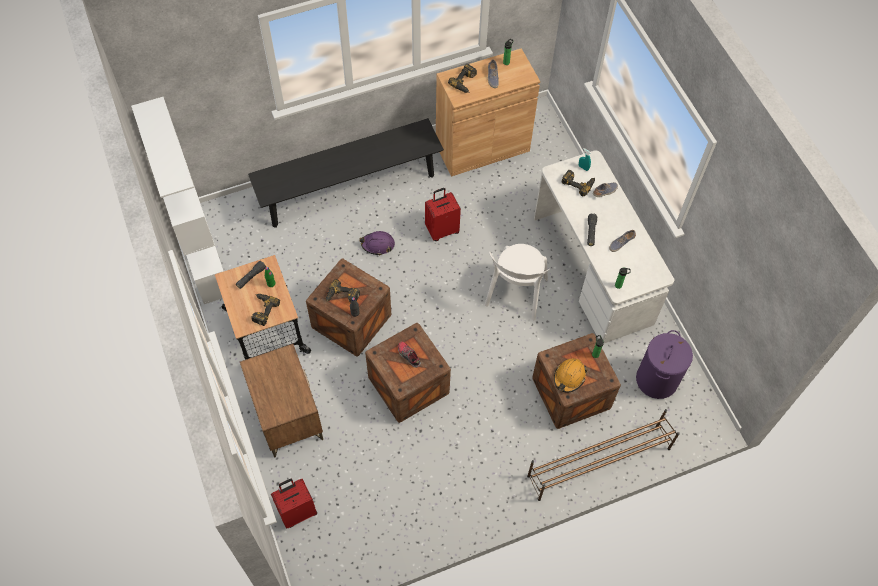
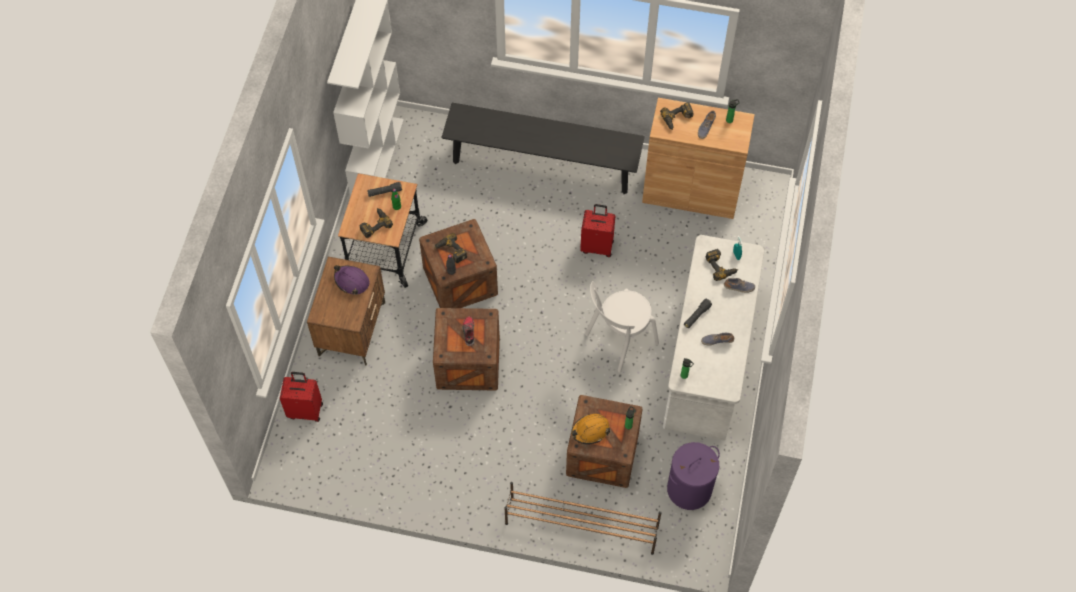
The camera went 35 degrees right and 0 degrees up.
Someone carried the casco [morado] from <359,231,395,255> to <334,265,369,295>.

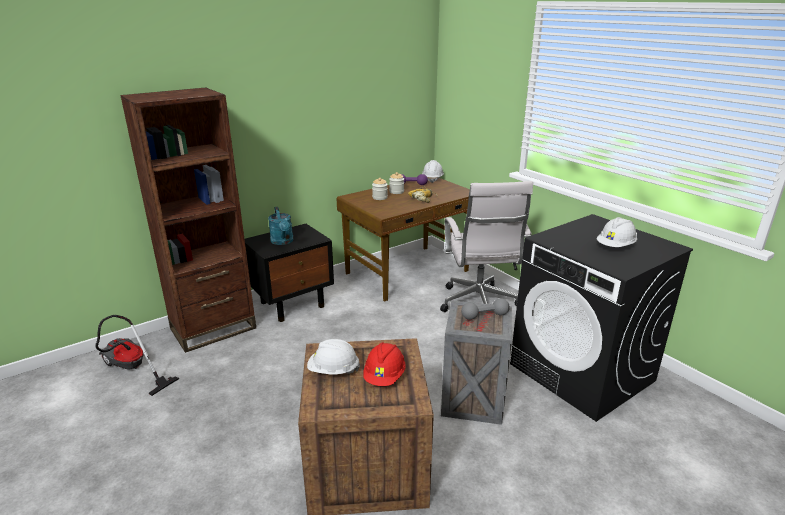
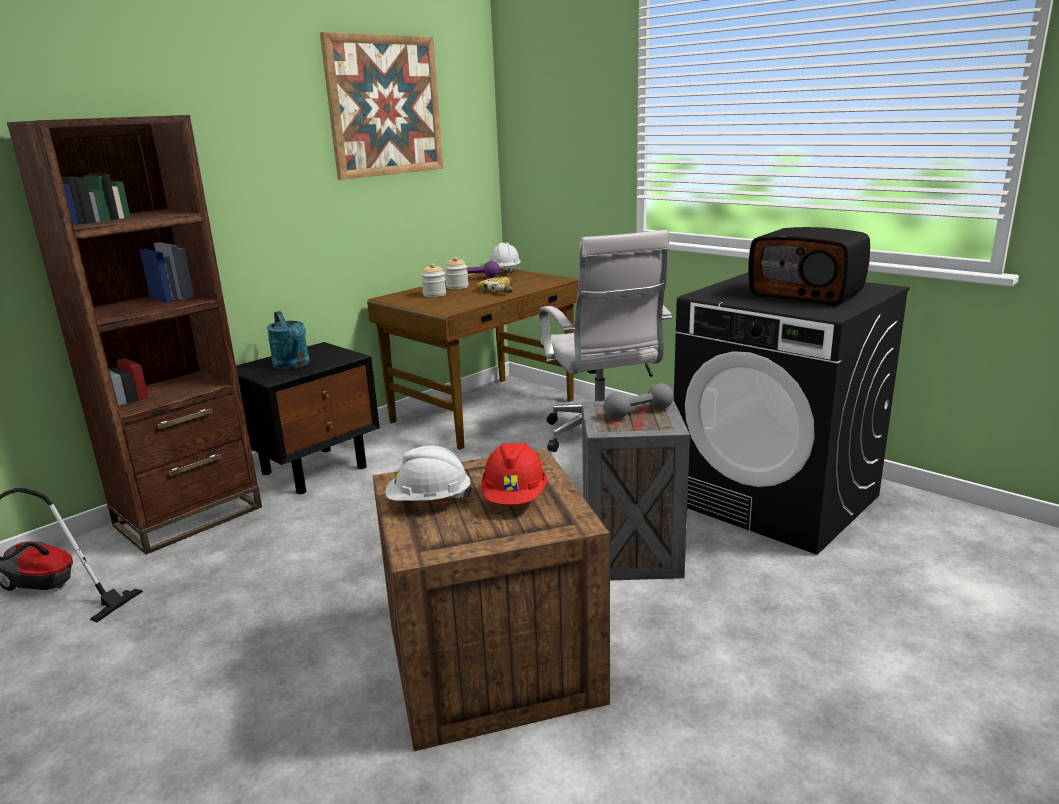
The camera went 10 degrees left and 5 degrees down.
Someone swapped the casco [blanco] at <596,217,637,247> for the radio at <748,227,870,306>.
Someone put up the cuadro at <320,32,443,180>.

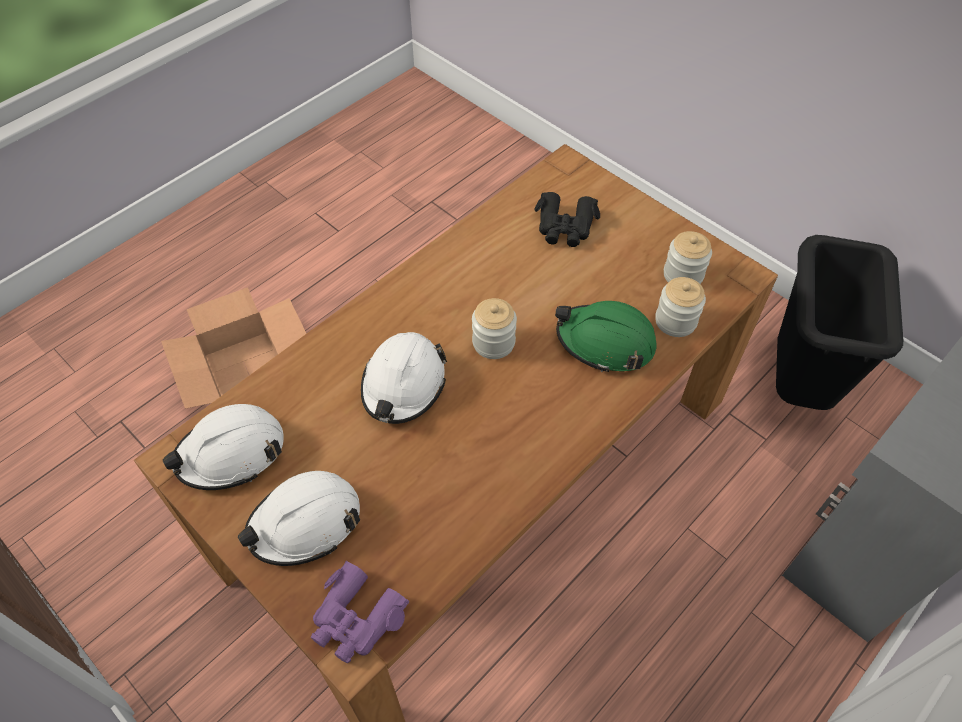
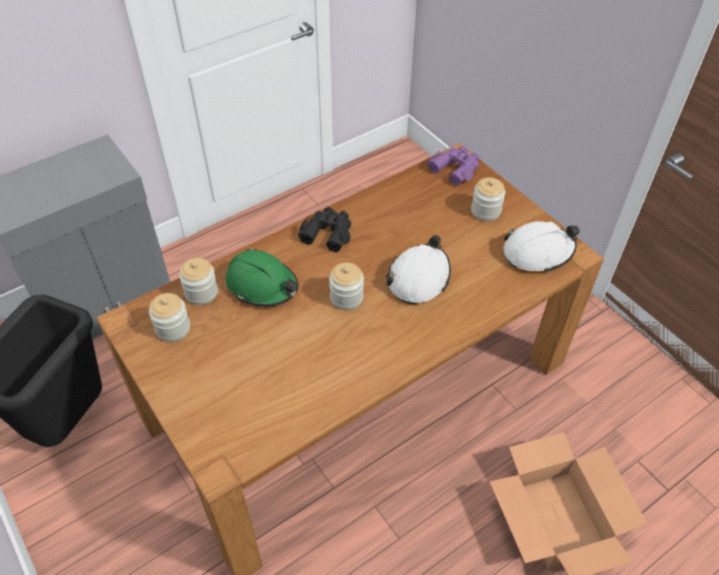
The camera went 170 degrees left and 5 degrees down.
Someone swapped the casco [blanco] at <238,471,360,566> for the tarro at <471,178,505,221>.
Someone carried the prismáticos [negro] from <534,192,600,247> to <298,207,351,252>.

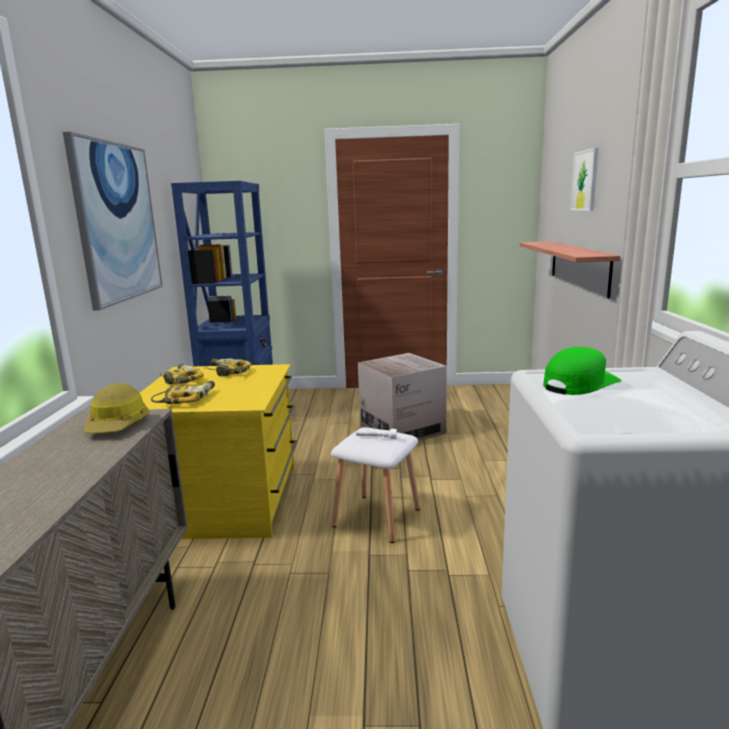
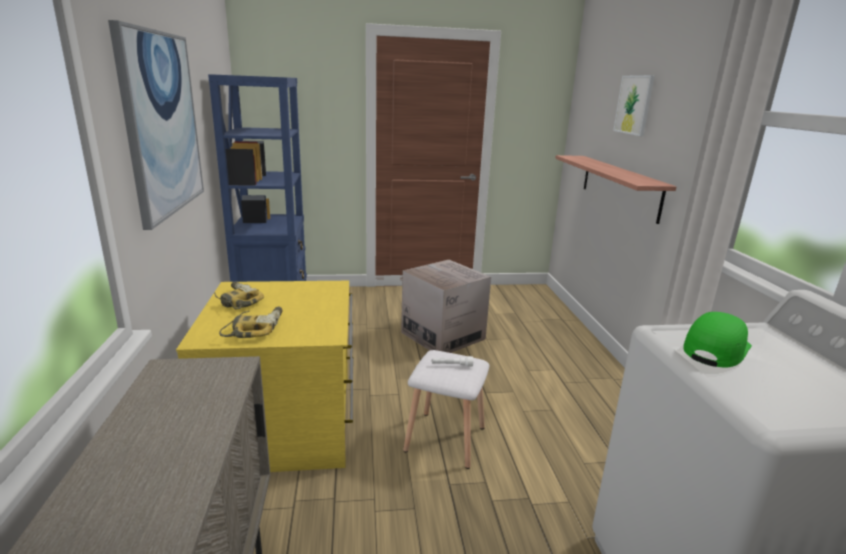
The camera went 10 degrees left and 5 degrees up.
Someone took away the casco at <83,383,149,433>.
Someone took away the taladro at <206,358,252,376>.

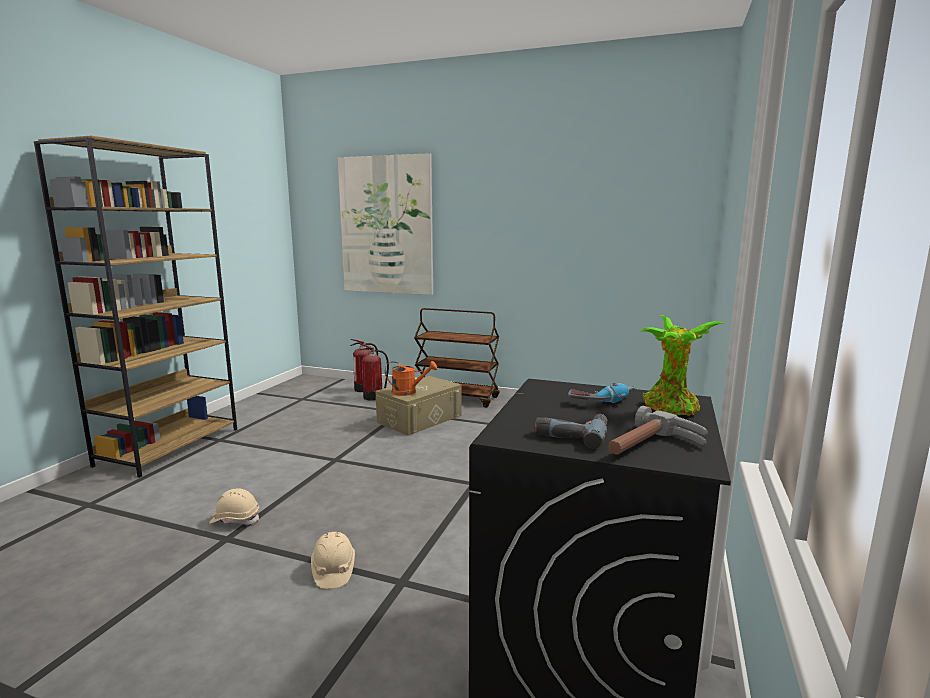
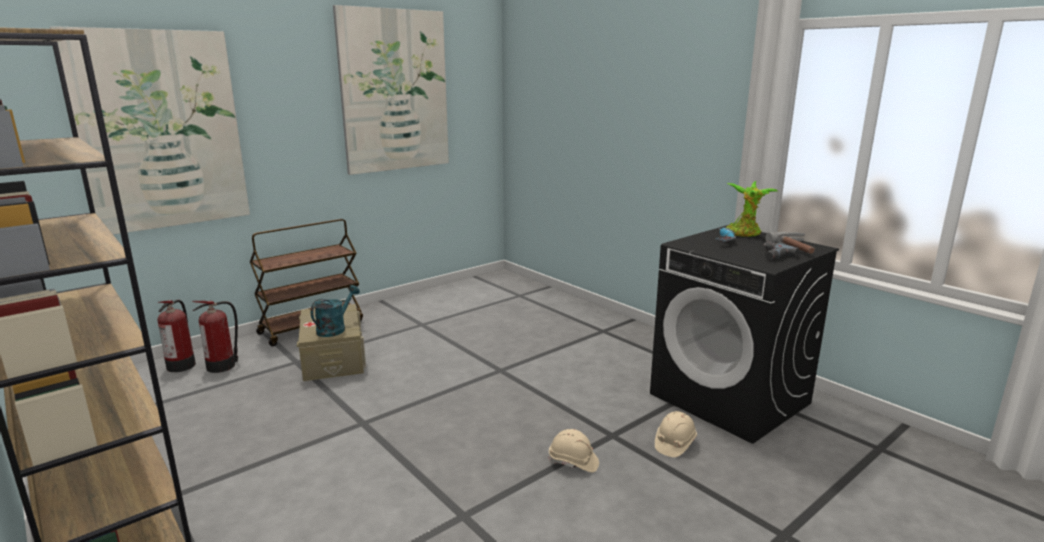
The camera went 60 degrees left and 5 degrees up.
Someone carried the casco [beis] from <209,488,260,525> to <655,411,697,457>.
Someone repainted the regadera [naranja] at <385,361,437,396>, which became the regadera [turquesa] at <310,285,360,337>.
Someone put up the cuadro at <333,5,449,175>.

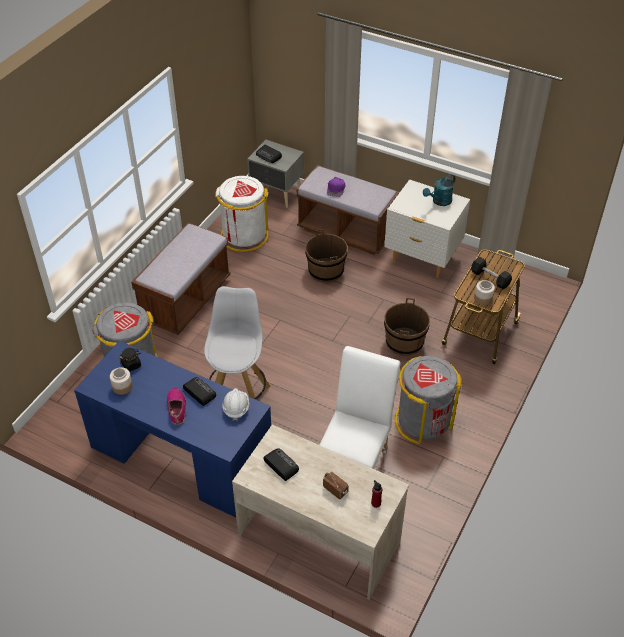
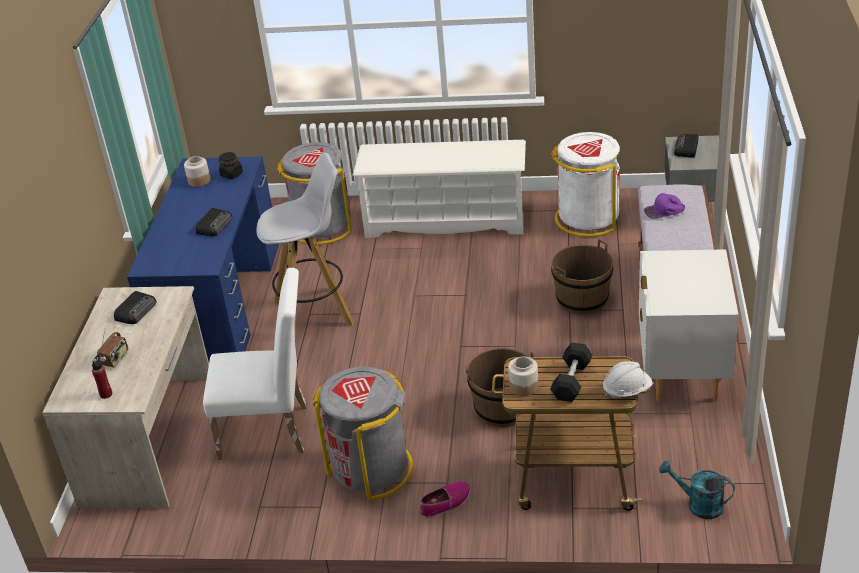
The camera went 70 degrees right and 10 degrees down.
Someone swapped the banco [marrón] at <131,223,231,335> for the zapatero [blanco] at <352,140,526,238>.
Someone carried the zapato from <167,388,186,425> to <420,481,471,519>.
Someone carried the casco [blanco] from <222,388,249,421> to <603,361,653,399>.
Someone carried the regadera [turquesa] from <423,174,455,206> to <659,461,735,519>.

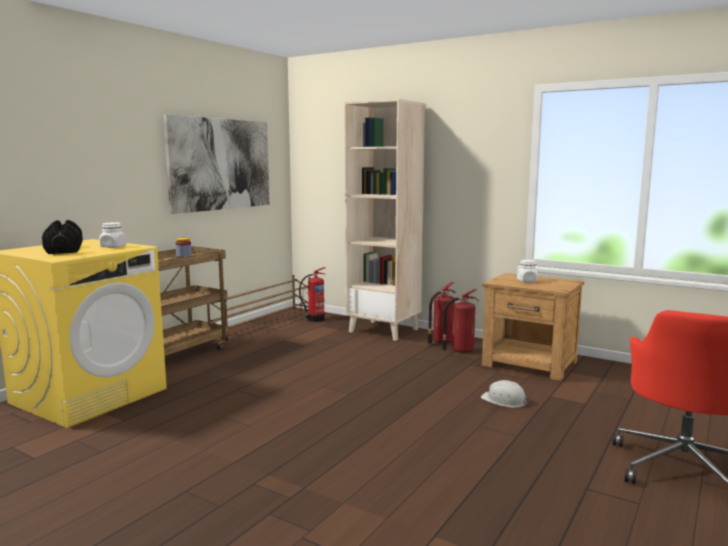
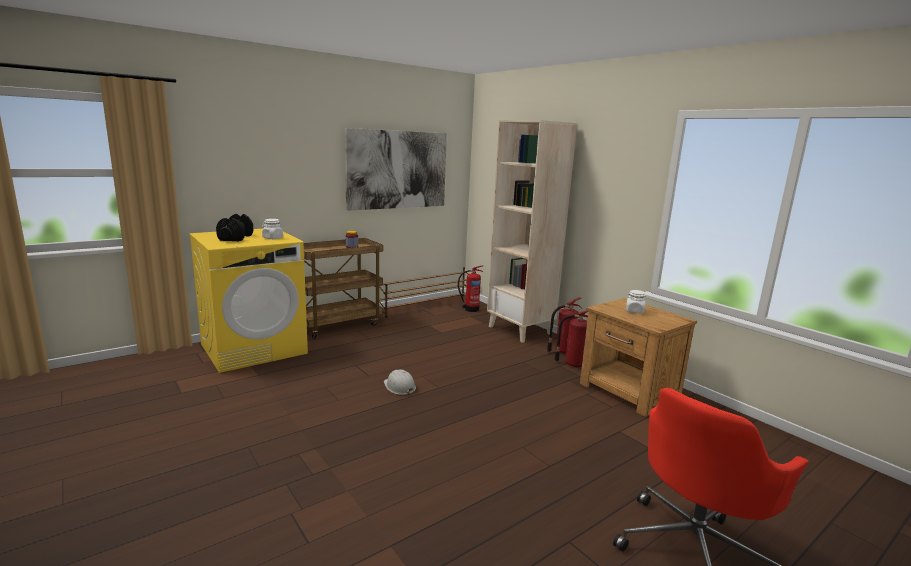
The camera went 20 degrees right and 5 degrees up.
Someone carried the casco [blanco] from <481,380,530,408> to <384,369,416,395>.

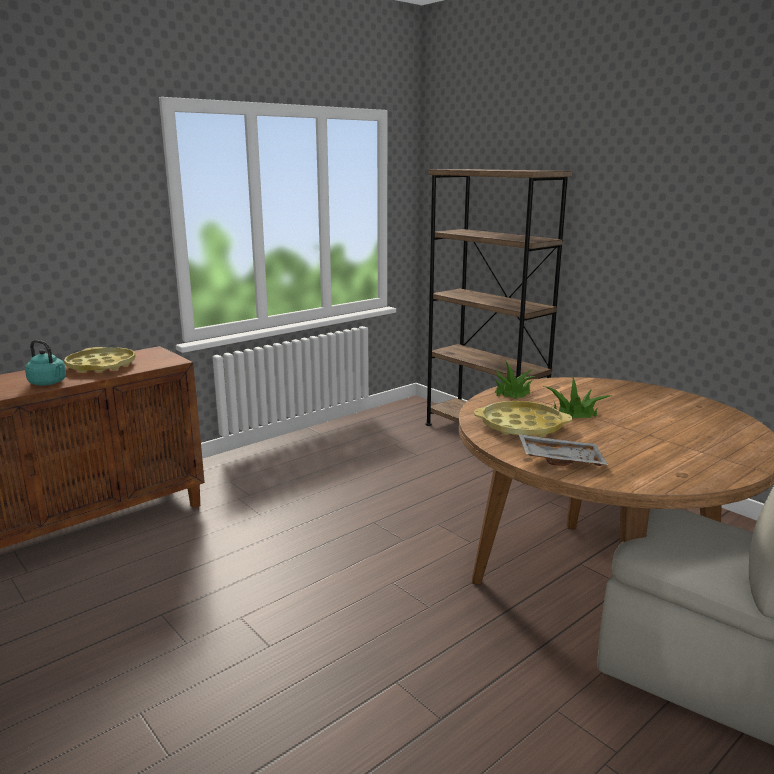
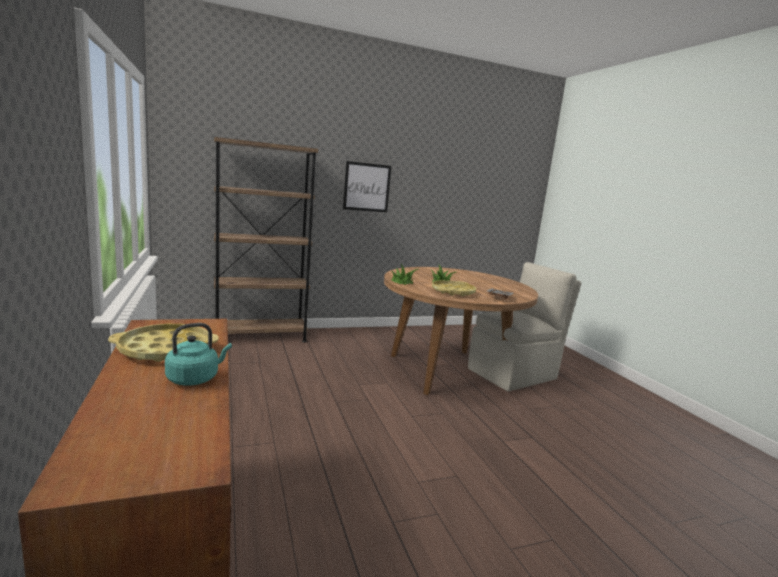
The camera went 70 degrees left and 5 degrees down.
Someone put up the cuadro at <343,161,392,212>.

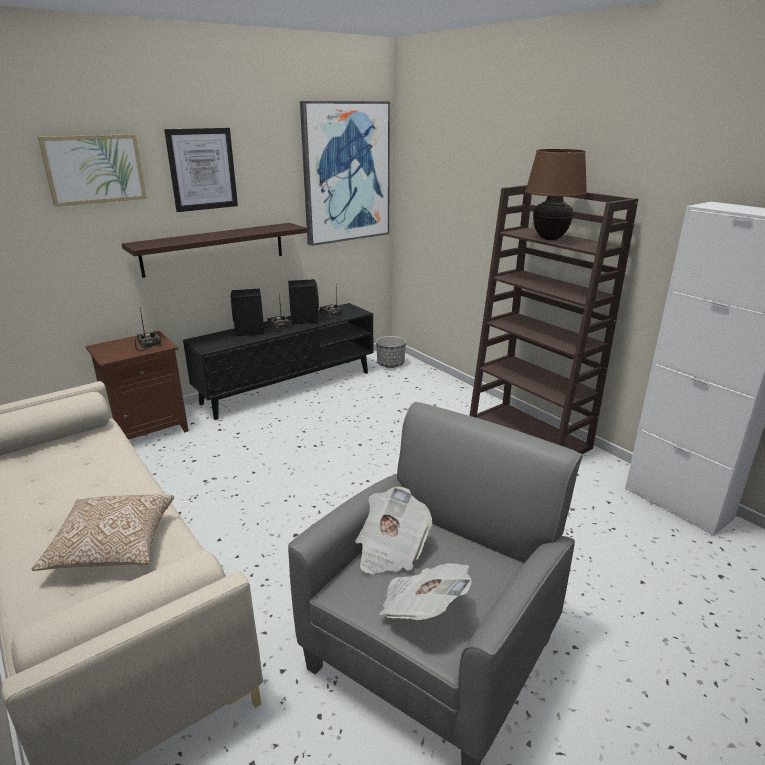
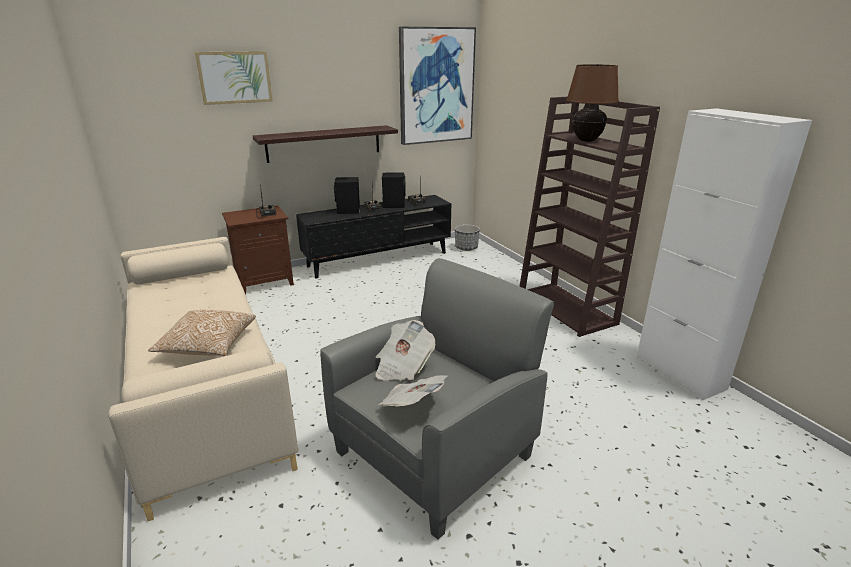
The camera went 10 degrees right and 0 degrees up.
Someone took away the cuadro at <164,128,238,212>.

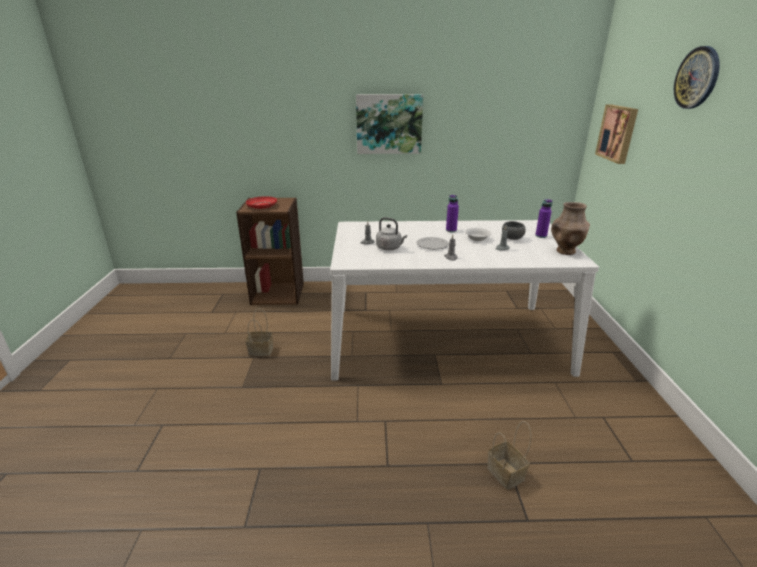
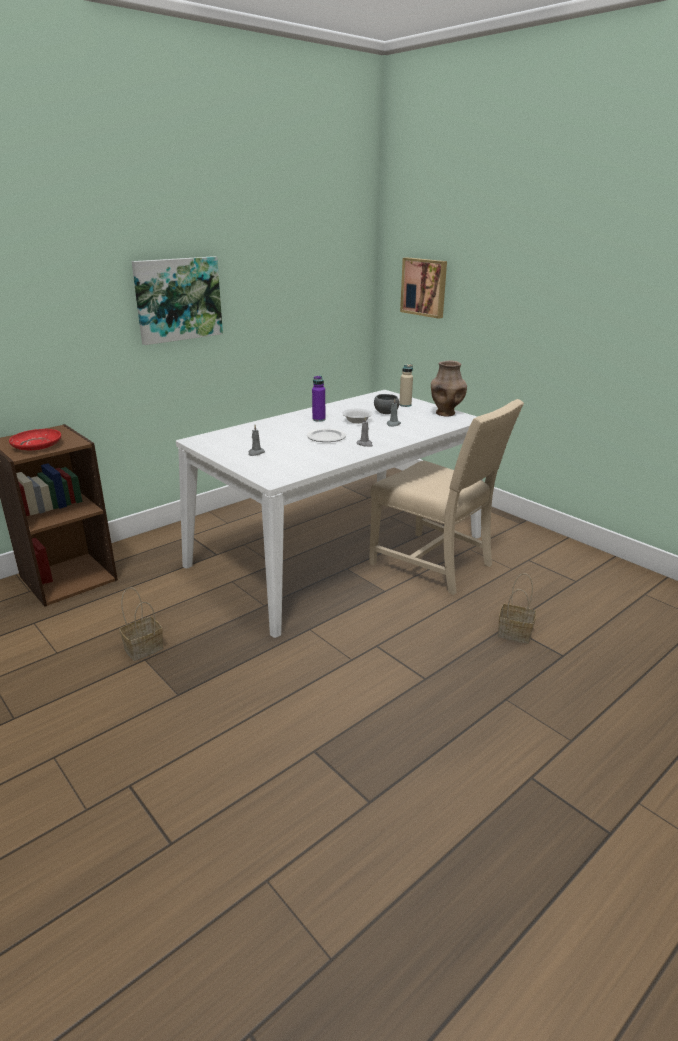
The camera went 40 degrees left and 0 degrees up.
Someone took away the hervidor [gris] at <376,217,407,250>.
Someone repainted the botella [morado] at <535,199,552,238>, which became the botella [beis] at <399,364,413,407>.
Someone took away the reloj de pared at <674,46,720,109>.
Someone put down the silla [beis] at <369,399,524,595>.

